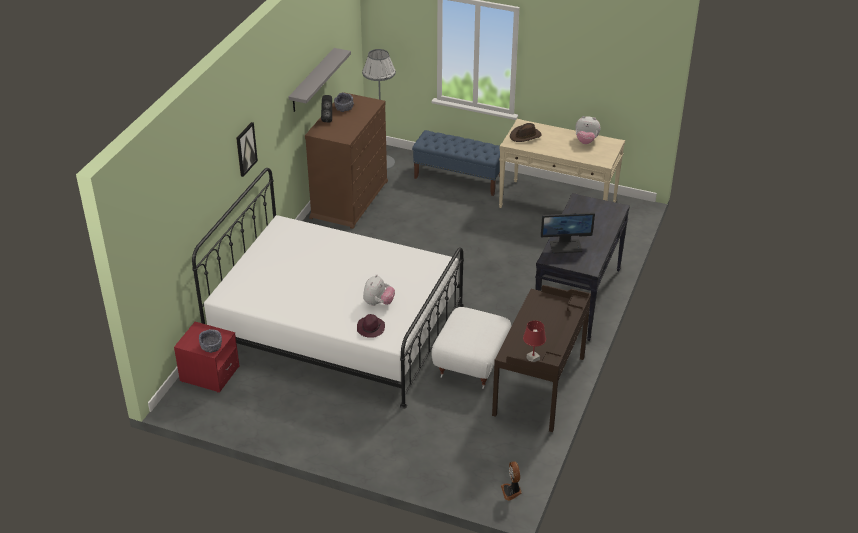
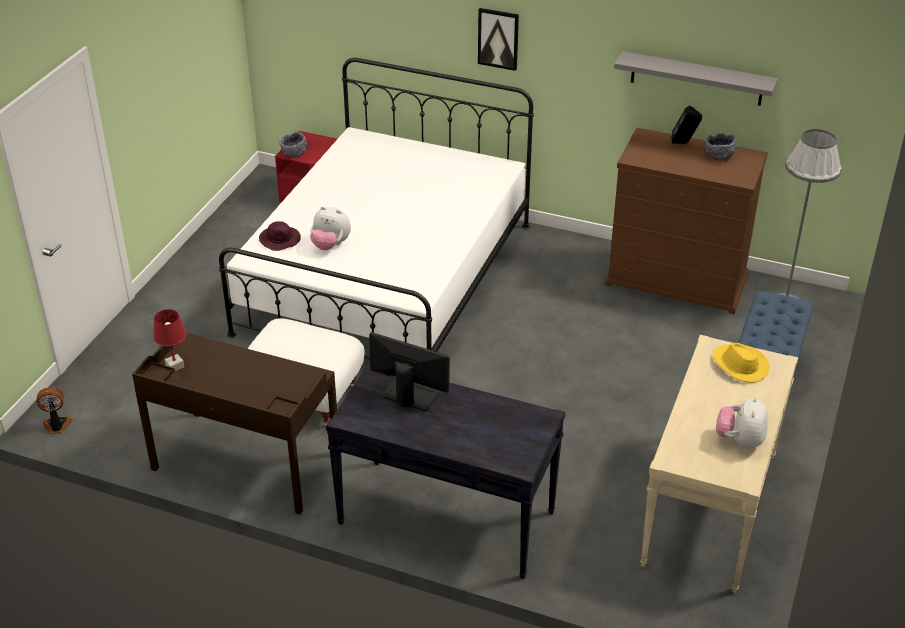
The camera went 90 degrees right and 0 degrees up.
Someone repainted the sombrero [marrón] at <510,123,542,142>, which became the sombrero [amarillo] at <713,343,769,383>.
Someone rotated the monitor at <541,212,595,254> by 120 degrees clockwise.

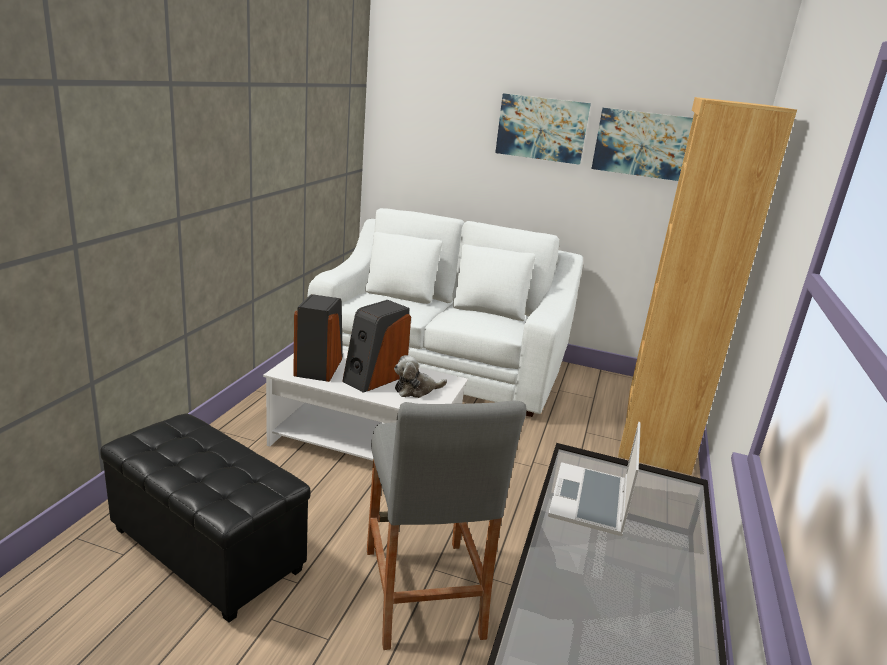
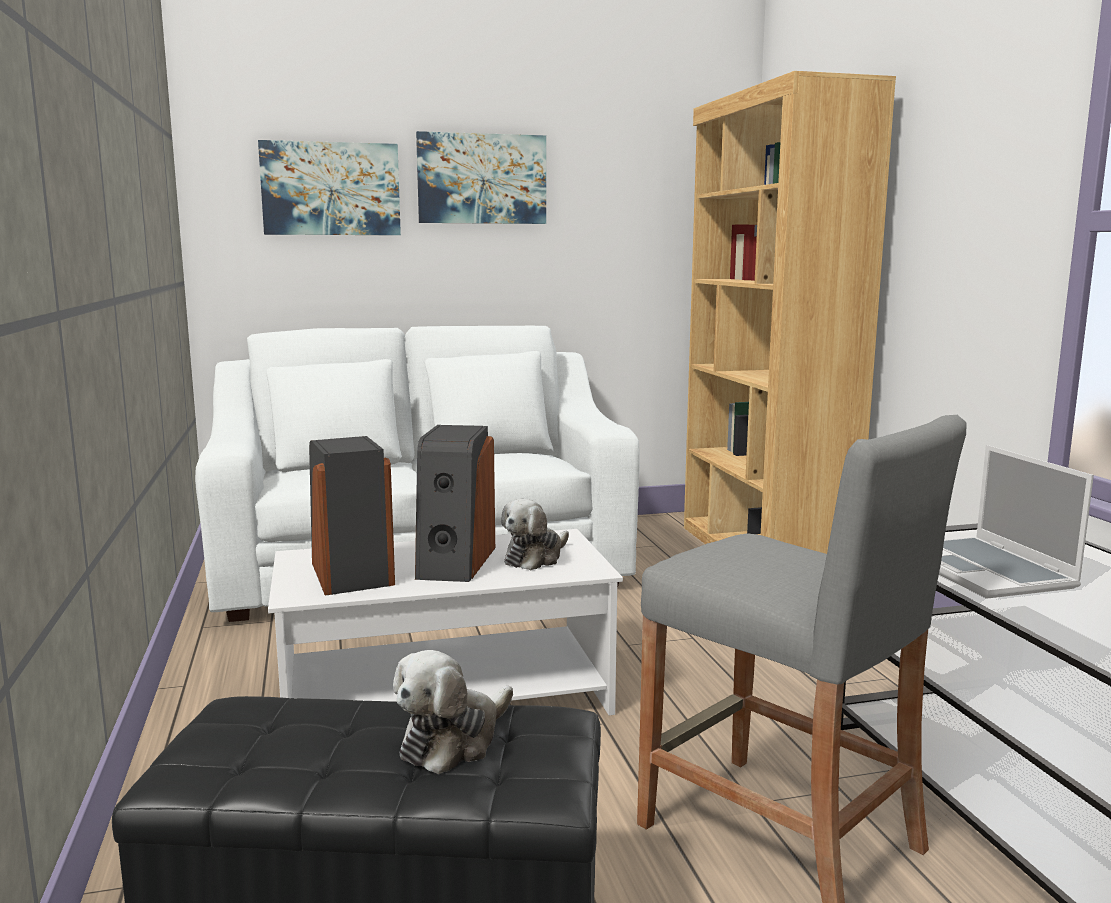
The camera went 30 degrees left and 10 degrees down.
Someone carried the cuadro from <591,108,693,181> to <258,140,401,235>.
Someone put down the peluche at <393,650,513,774>.

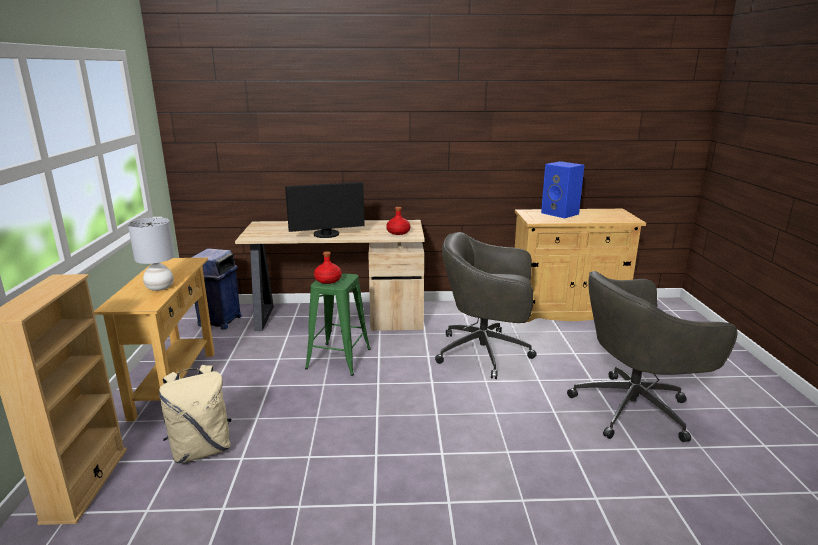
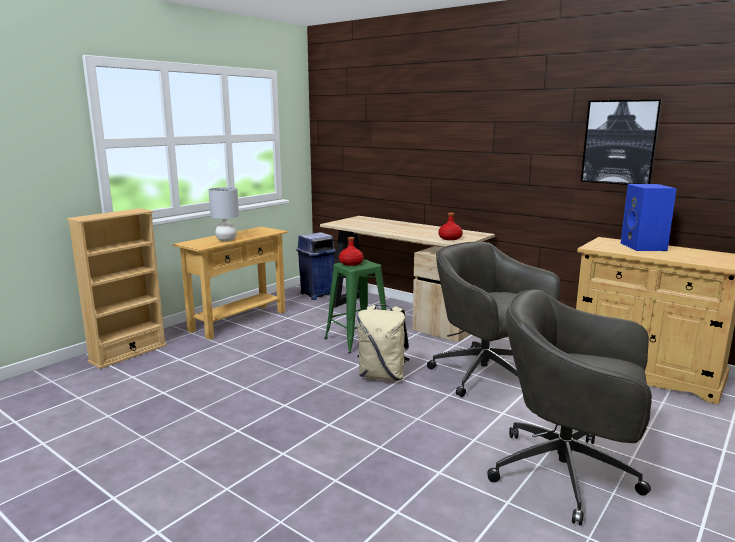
The camera went 40 degrees right and 5 degrees down.
Someone carried the mochila [beis] from <159,365,232,464> to <357,304,410,381>.
Someone took away the monitor at <285,182,365,238>.
Someone put up the cuadro at <581,100,662,185>.

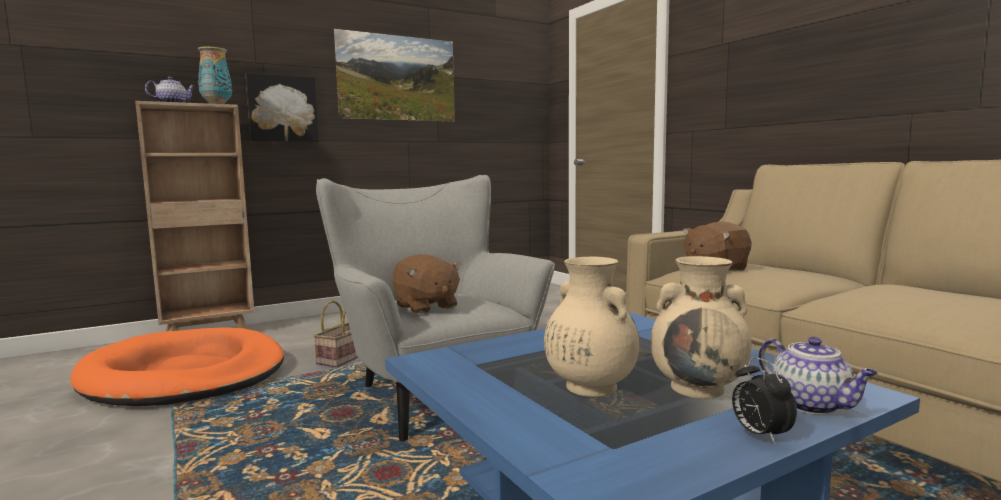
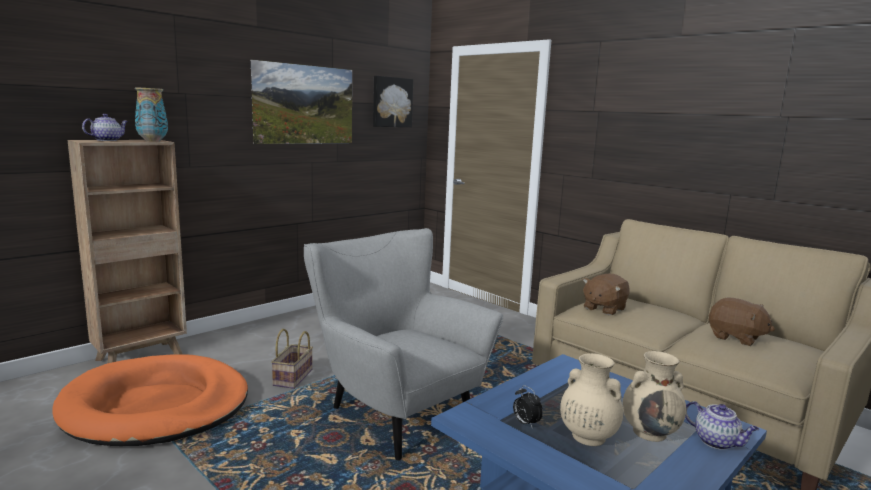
The camera went 15 degrees left and 5 degrees up.
Someone carried the cuadro from <246,73,319,142> to <373,76,413,127>.
Someone carried the peluche [marrón] from <393,254,461,314> to <709,297,775,346>.
Someone carried the despertador from <732,357,797,445> to <513,385,543,429>.

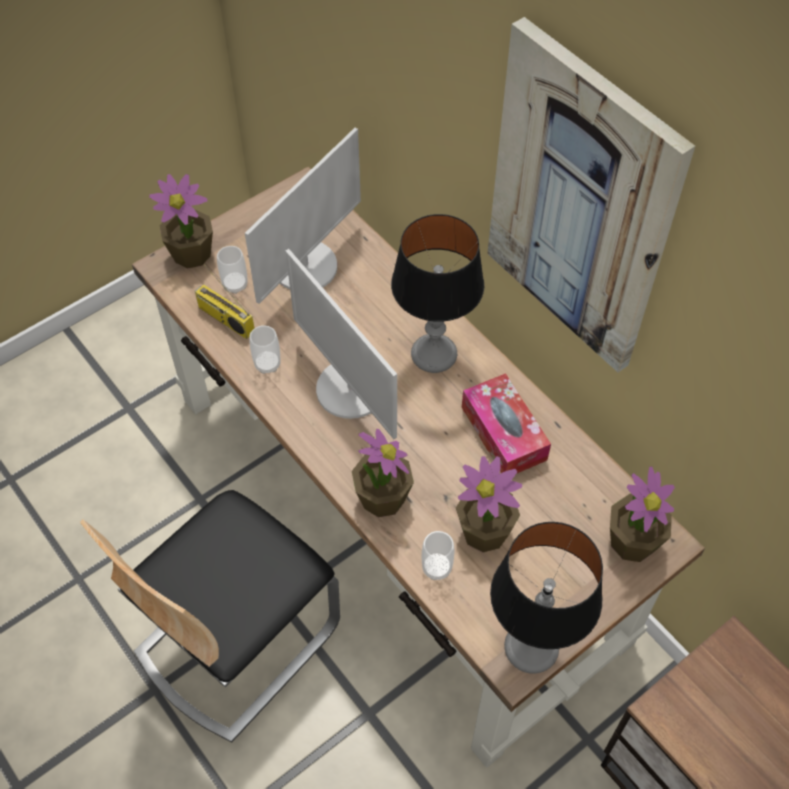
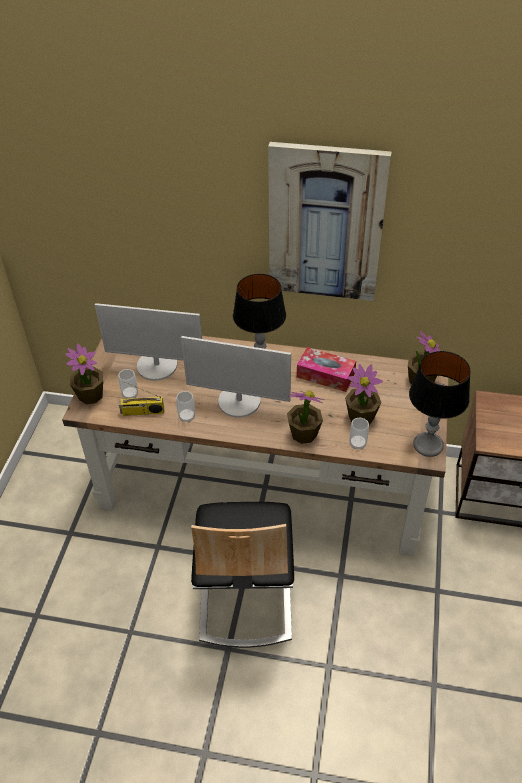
The camera went 40 degrees left and 10 degrees down.
Someone rotated the monitor at <245,128,361,304> by 105 degrees clockwise.

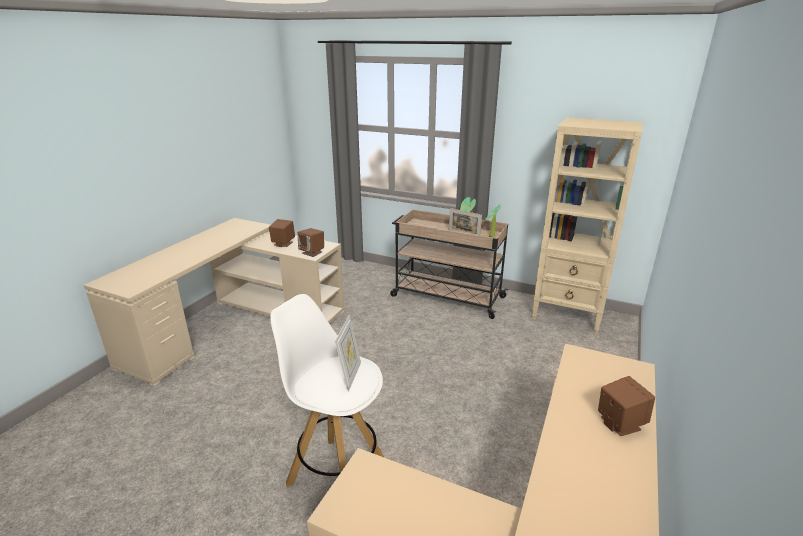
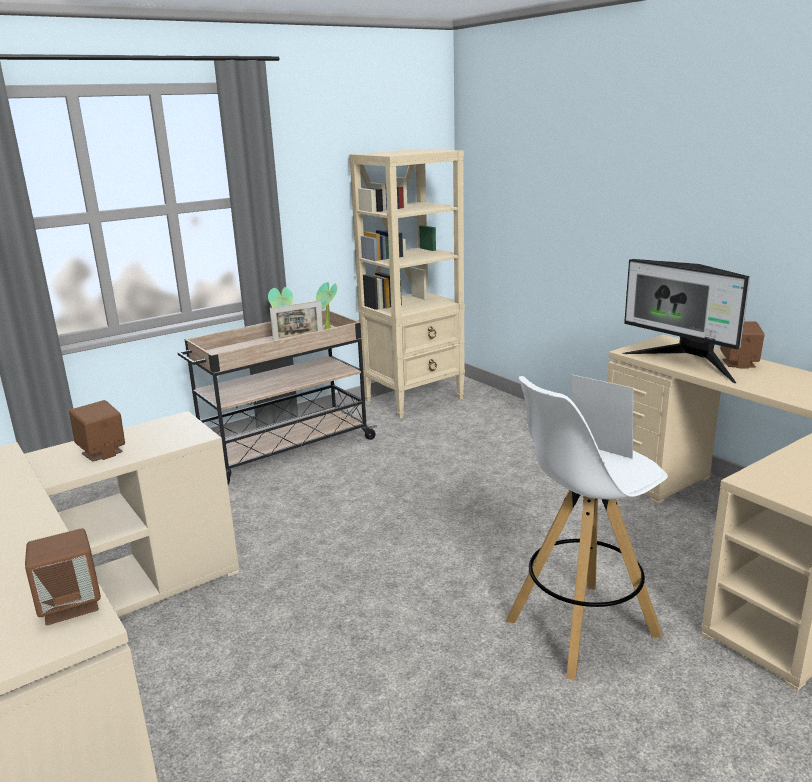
The camera went 60 degrees left and 5 degrees down.
Someone carried the altavoz [marrón] from <298,228,324,257> to <25,528,101,625>.
Someone put down the monitor at <622,259,750,384>.

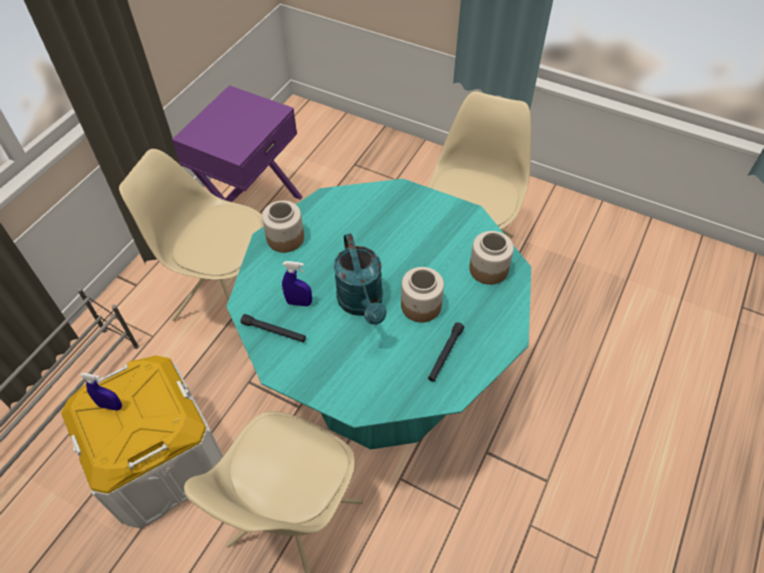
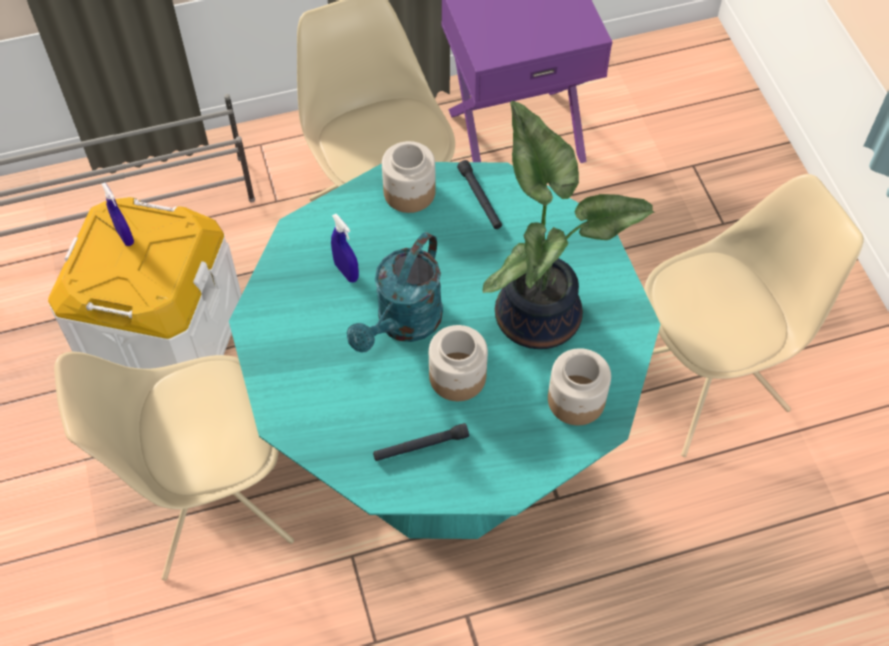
The camera went 45 degrees right and 5 degrees up.
Someone carried the linterna [negro] from <241,314,306,342> to <457,160,502,229>.
Someone put down the planta en maceta at <483,101,655,349>.

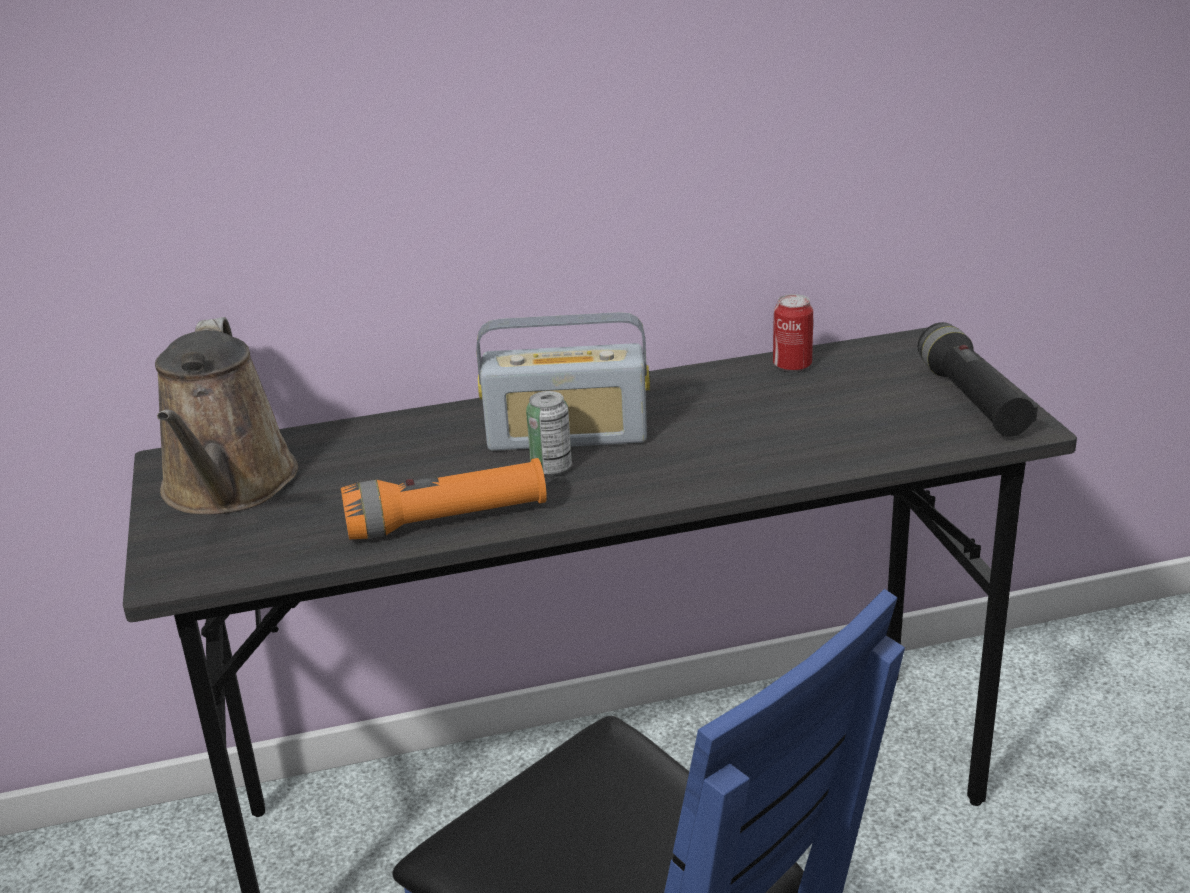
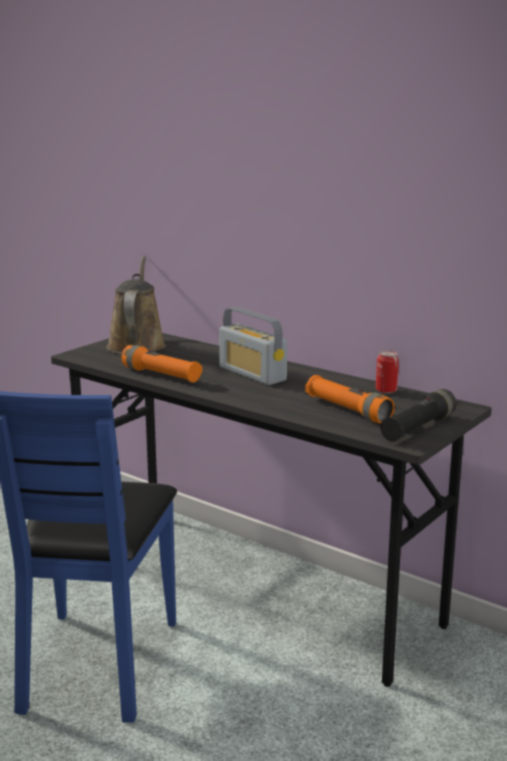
The camera went 50 degrees right and 10 degrees down.
Someone rotated the regadera [marrón] at <155,317,298,515> by 135 degrees clockwise.
Someone took away the lata at <526,391,572,476>.
Someone put down the linterna [naranja] at <305,375,395,423>.

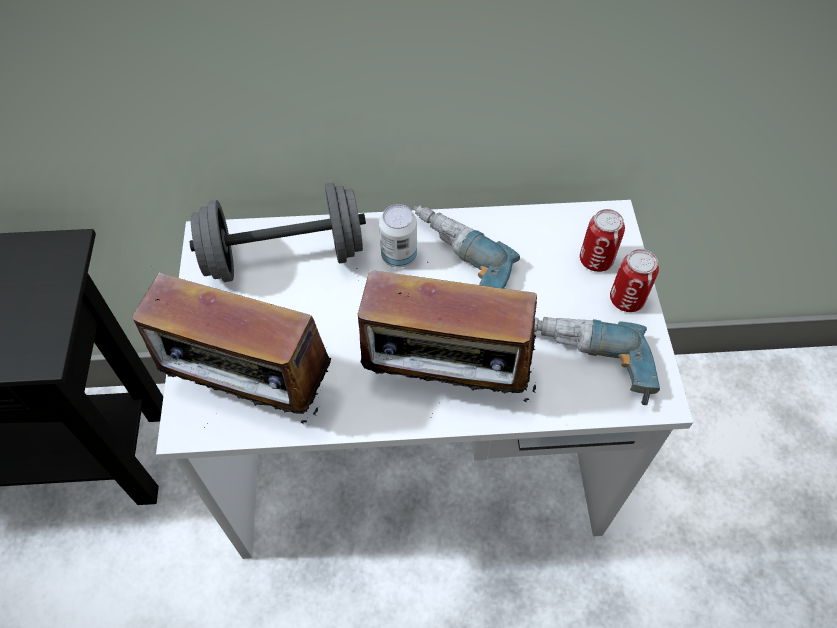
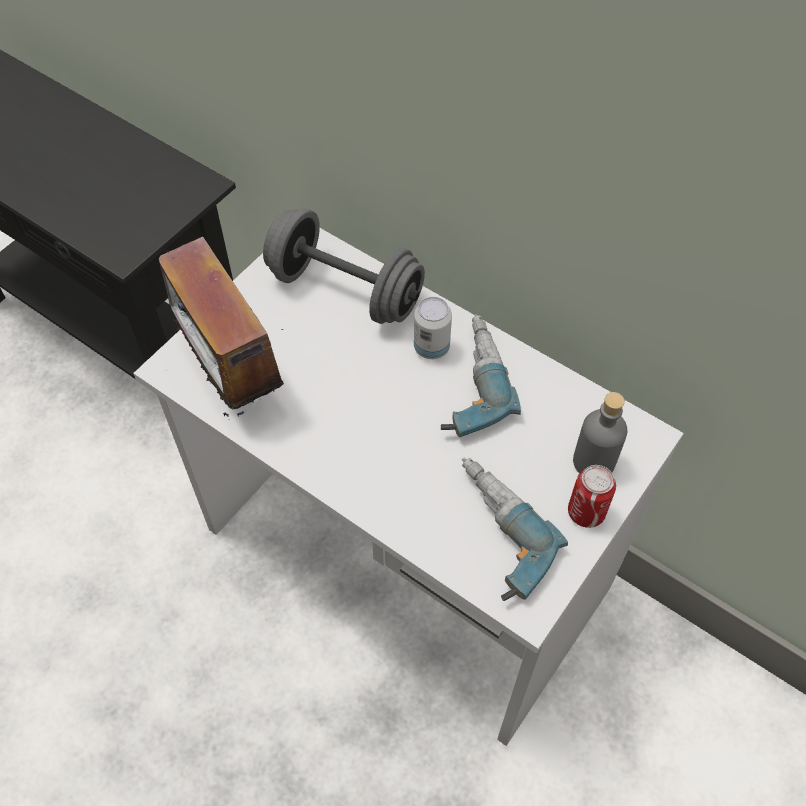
The camera went 40 degrees right and 0 degrees up.
Someone took away the radio at <356,262,537,414>.
Someone swapped the lata at <580,209,625,272> for the botella [gris] at <573,392,628,474>.

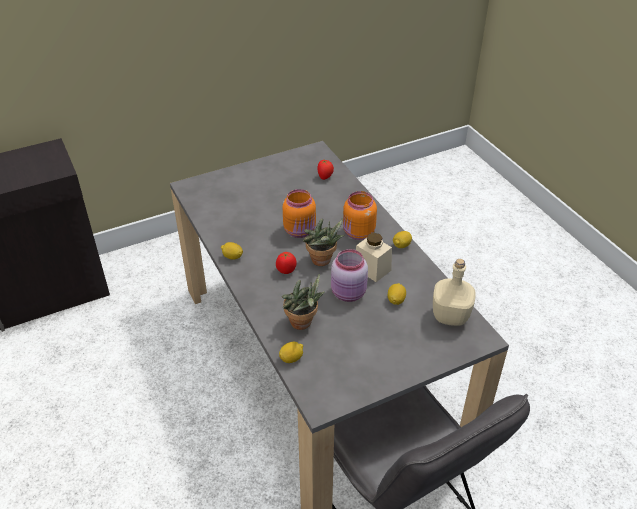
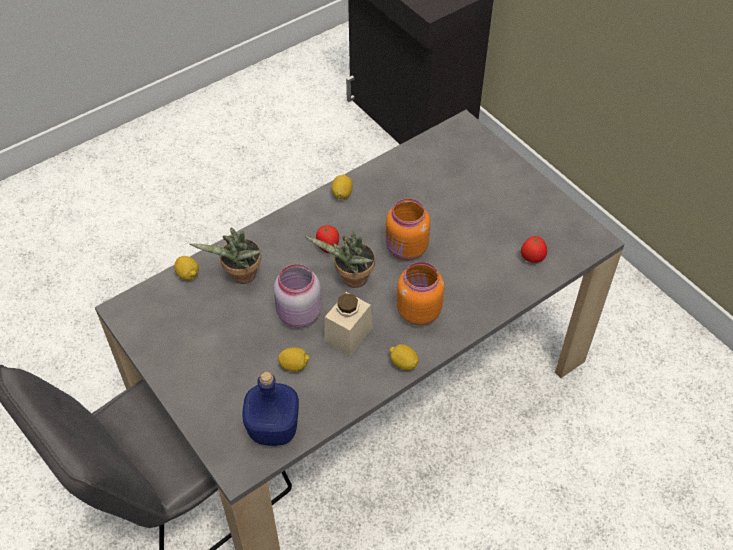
The camera went 80 degrees right and 10 degrees up.
Someone repainted the botella [beis] at <433,259,476,326>, which became the botella [azul] at <242,371,299,446>.

